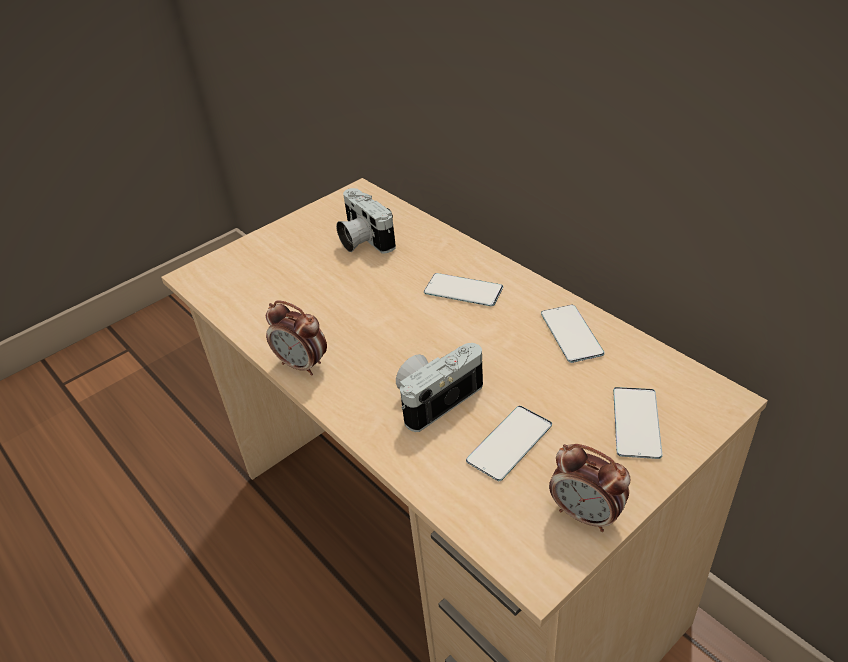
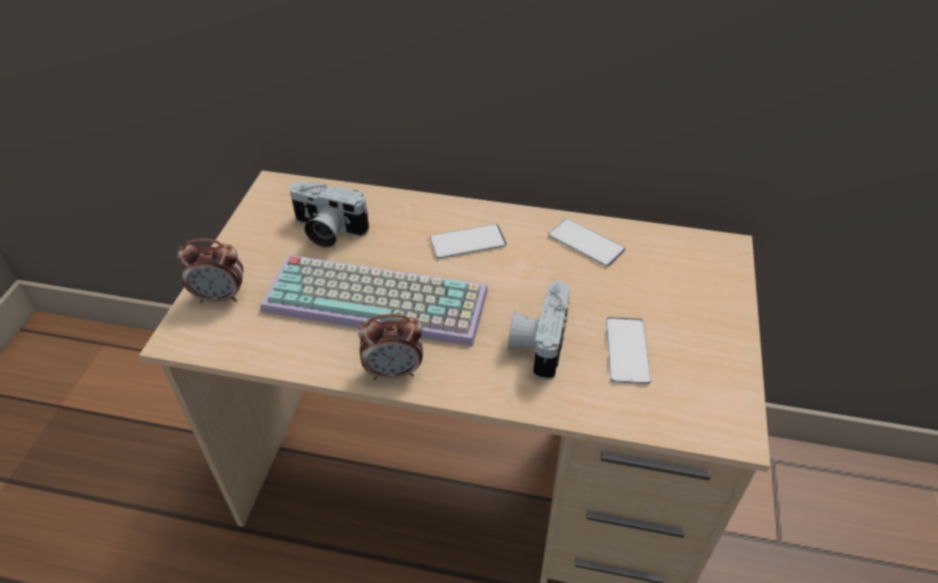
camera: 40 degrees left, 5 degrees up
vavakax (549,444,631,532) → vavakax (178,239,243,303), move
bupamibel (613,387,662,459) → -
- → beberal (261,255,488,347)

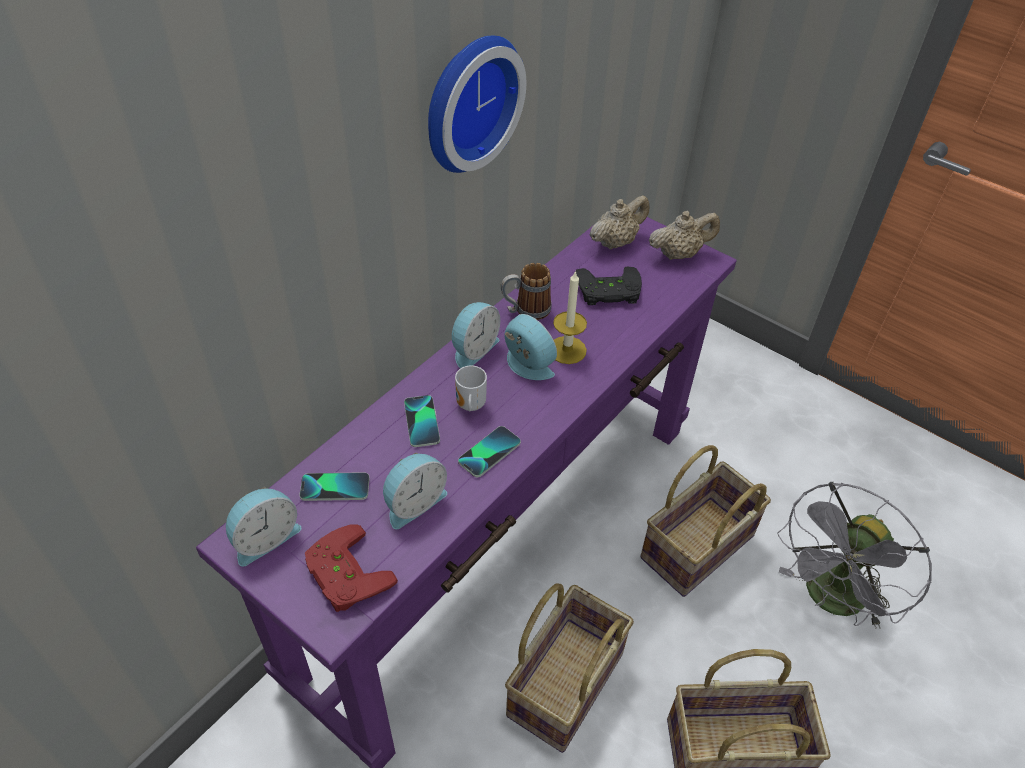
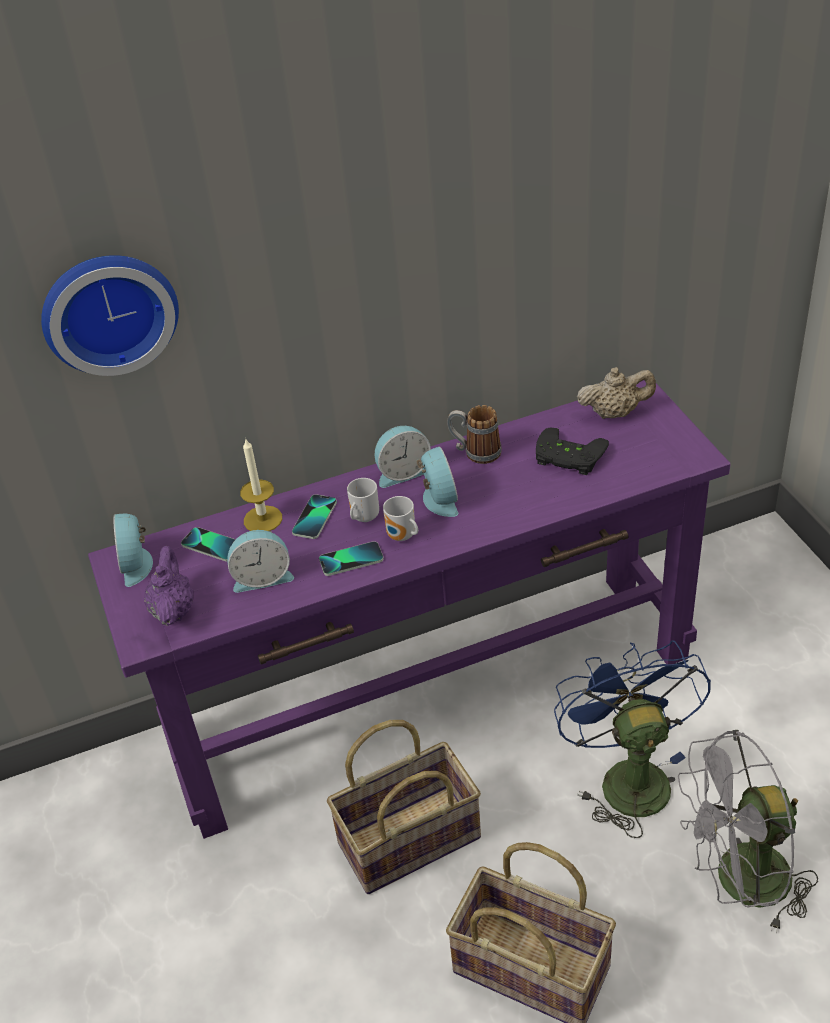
camera: 35 degrees right, 5 degrees down
vavakax (226,487,301,567) → vavakax (113,514,153,587), 90 degrees clockwise
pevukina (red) (305,525,398,612) → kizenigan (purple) (144,546,194,626)
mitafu (428,36,526,173) → mitafu (41,255,179,376), move
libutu (553,270,587,364) → libutu (240,439,282,531), move
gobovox (640,445,771,597) → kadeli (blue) (554,640,711,838)
kizenigan (beige) (649,211,720,260) → -
- → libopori (383,496,418,541)

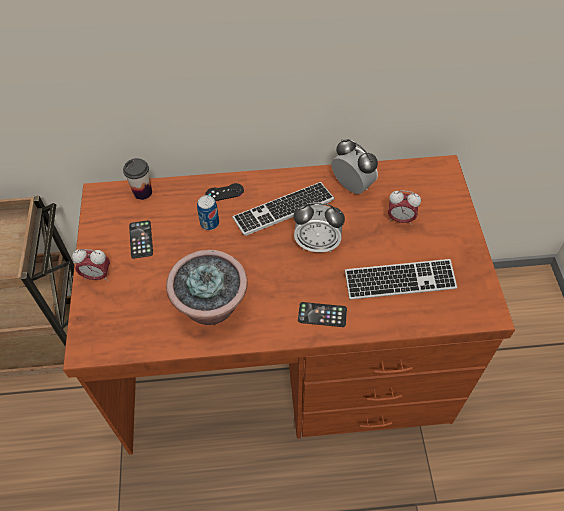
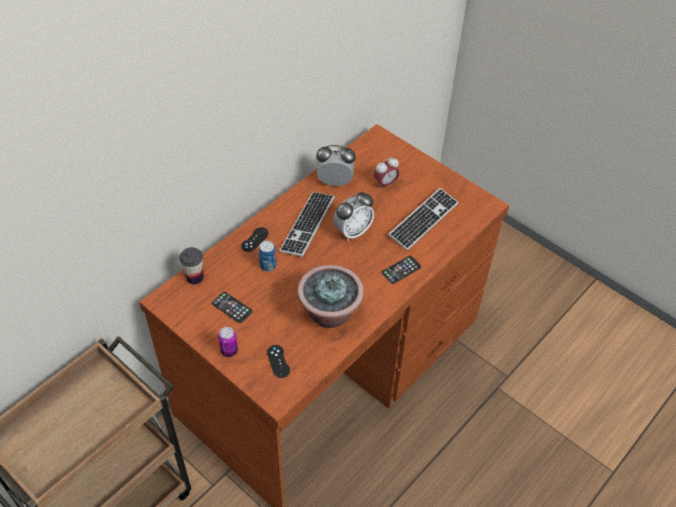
camera: 45 degrees left, 5 degrees down
vavakax (72,249,110,281) → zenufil (218,327,238,357)
- → pevukina (black) (267,345,290,378)

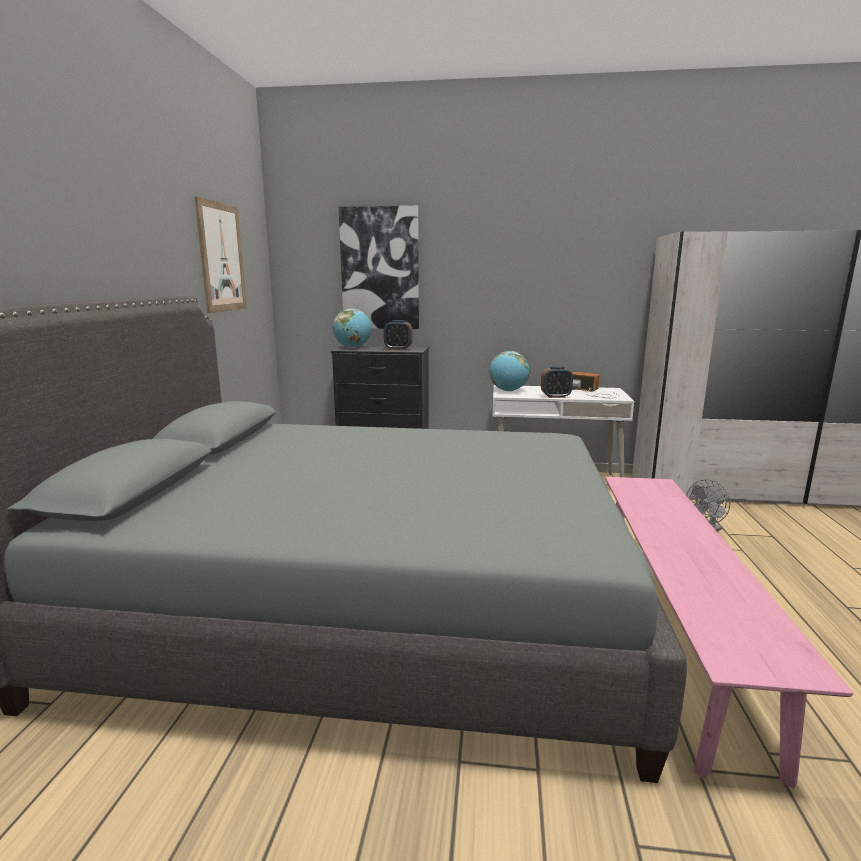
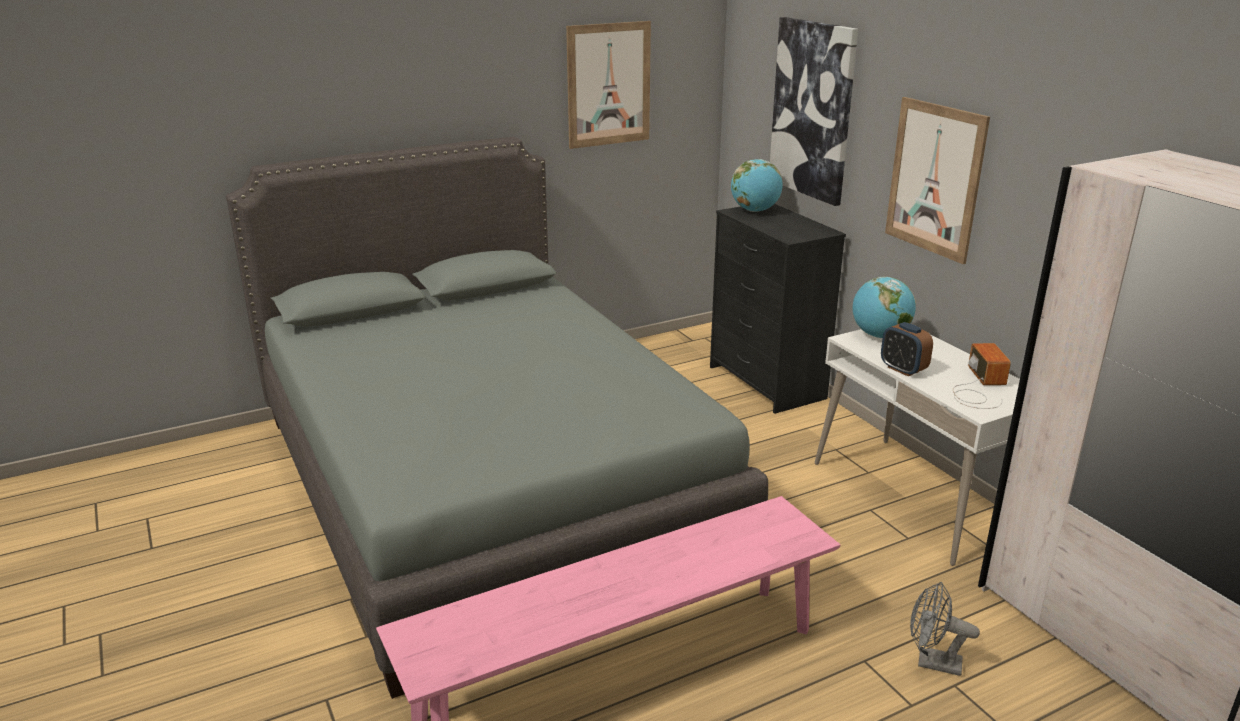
camera: 55 degrees right, 10 degrees up
vavakax (384,320,413,350) → -
- → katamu (885,97,990,264)

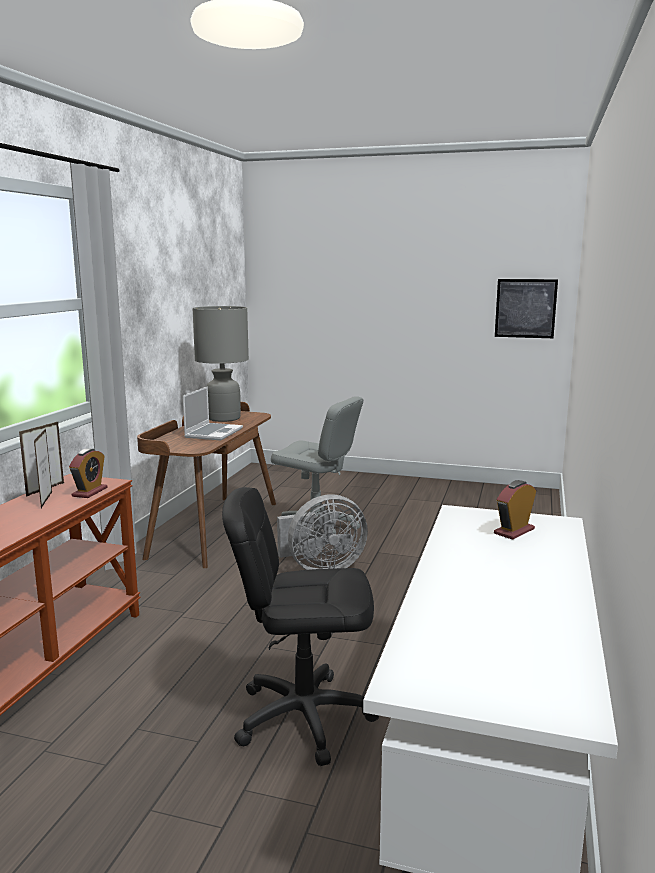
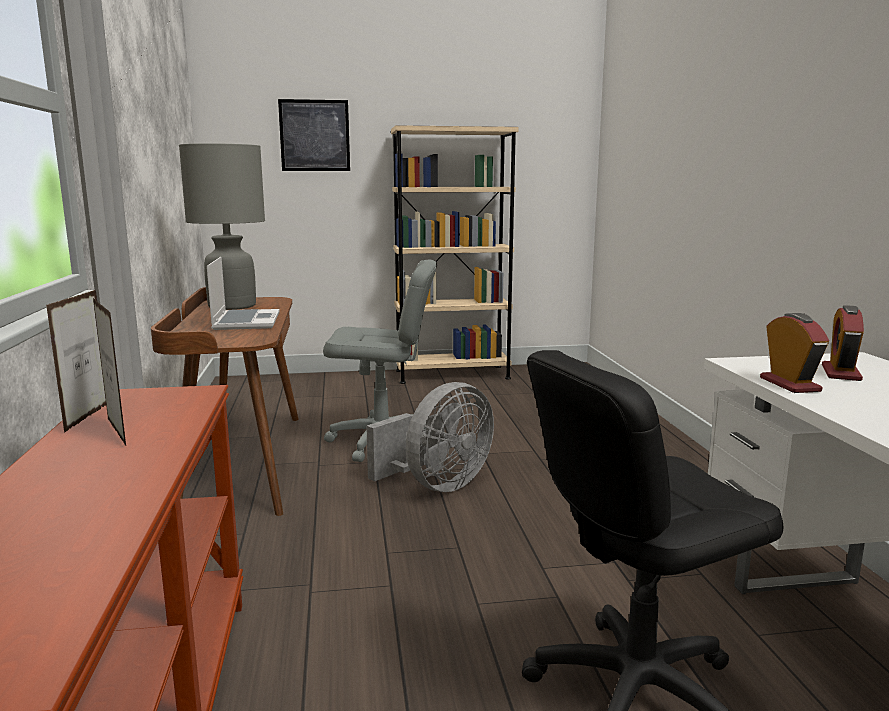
camera: 25 degrees left, 0 degrees up
vavakax (69,448,107,498) → vavakax (760,313,829,393), move
katamu (495,279,558,338) → katamu (278,99,350,171), move
- → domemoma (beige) (391,125,519,384)

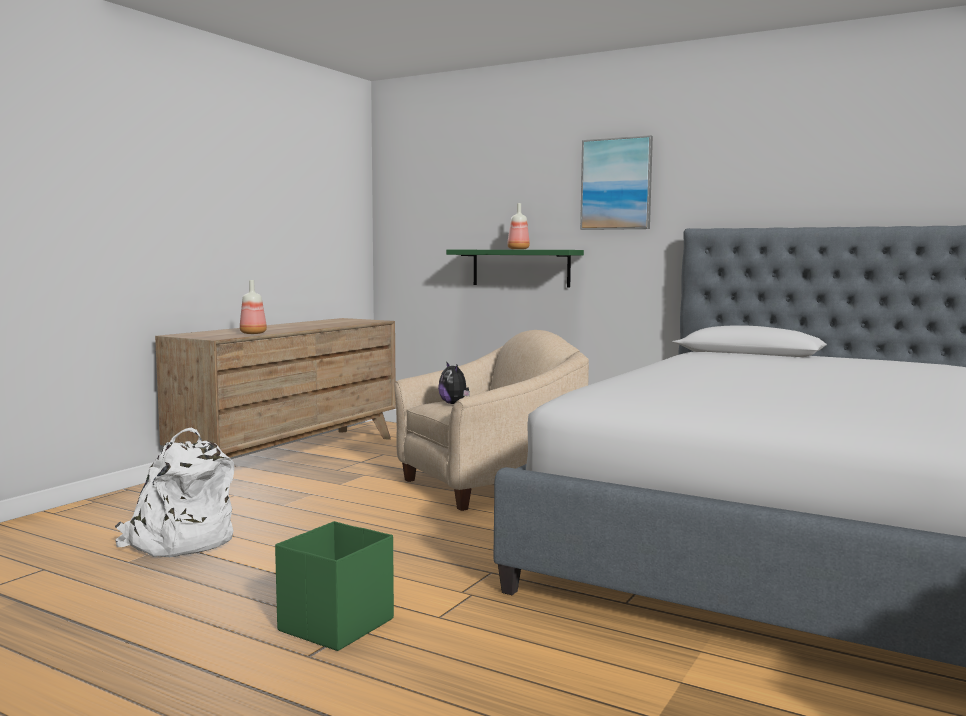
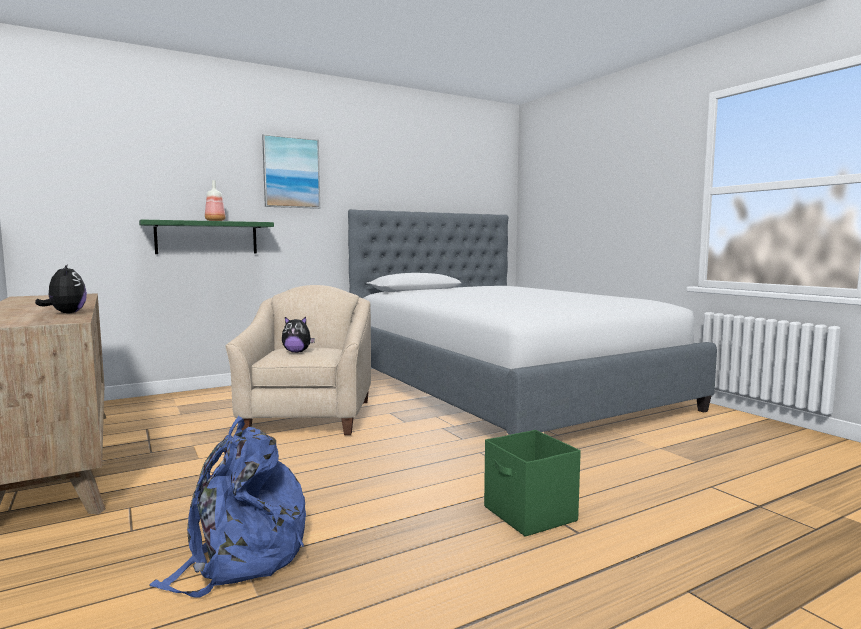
camera: 60 degrees left, 0 degrees up
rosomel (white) (115,428,234,557) → rosomel (blue) (149,416,306,598)
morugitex (240,280,267,334) → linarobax (35,264,87,314)

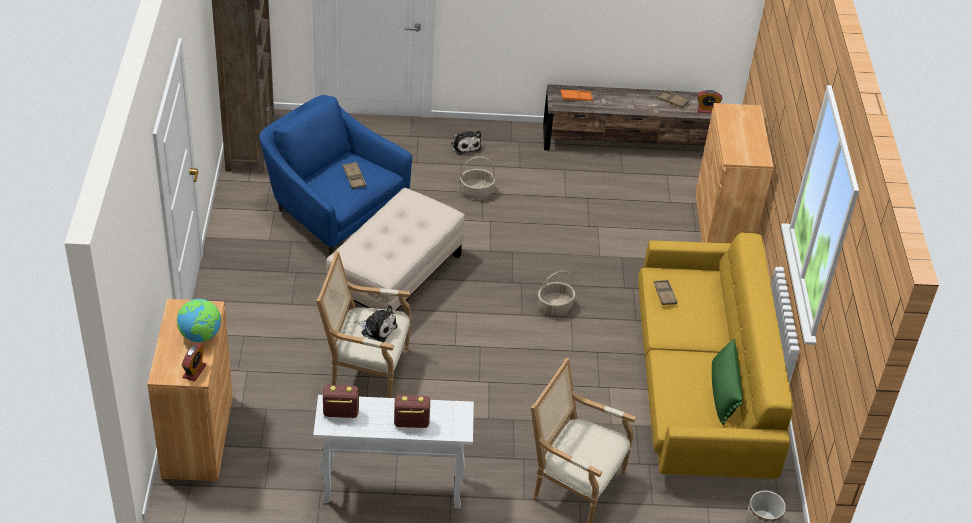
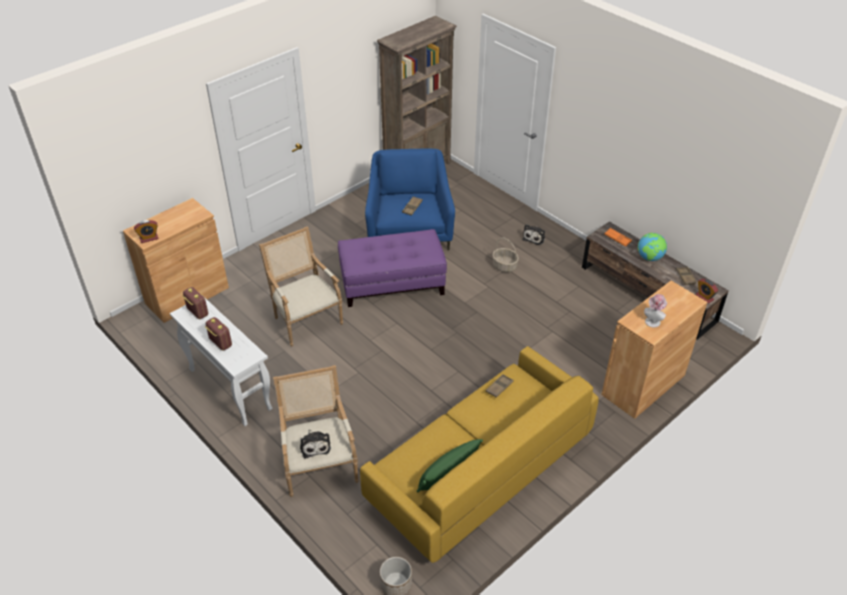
camera: 50 degrees right, 0 degrees up
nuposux (177,299,221,342) → nuposux (638,233,667,261), move
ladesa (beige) (326,188,465,311) → ladesa (purple) (338,229,447,307)
linarobax (355,305,398,342) → linarobax (300,430,331,458), move
gobovox (538,271,575,315) → -
- → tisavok (644,294,667,327)

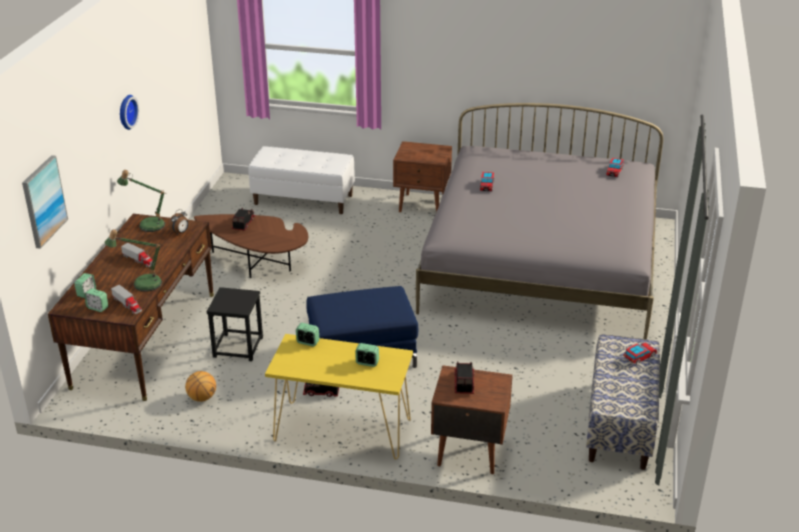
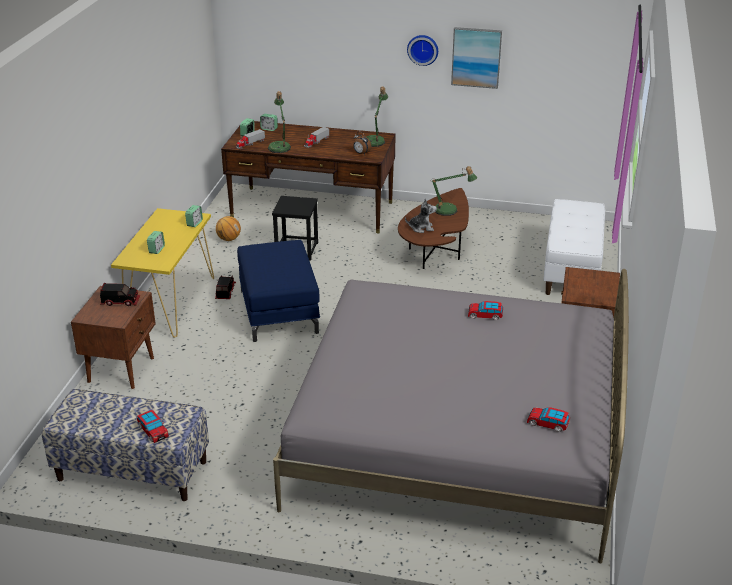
camera: 90 degrees right, 0 degrees up
katamu (22,155,68,249) → katamu (451,27,502,89), move
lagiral (232,208,256,230) → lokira (431,166,477,216)
- → linarobax (405,198,437,233)

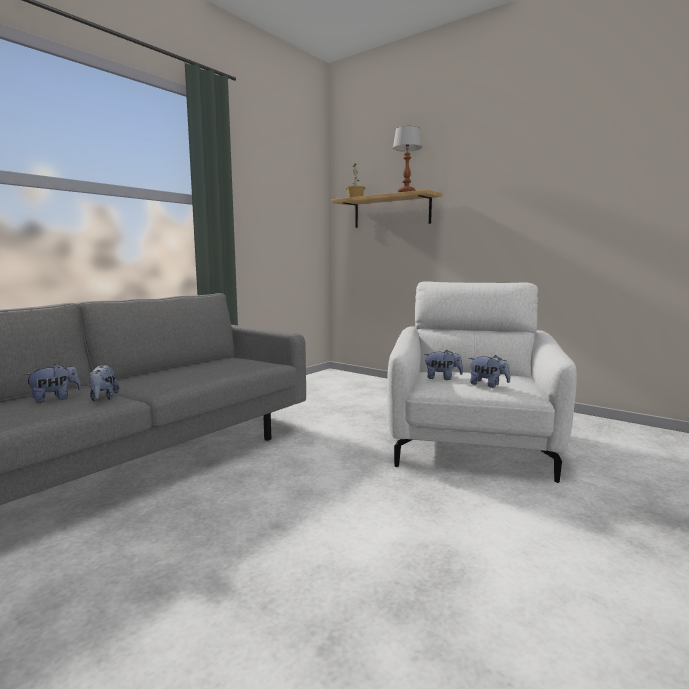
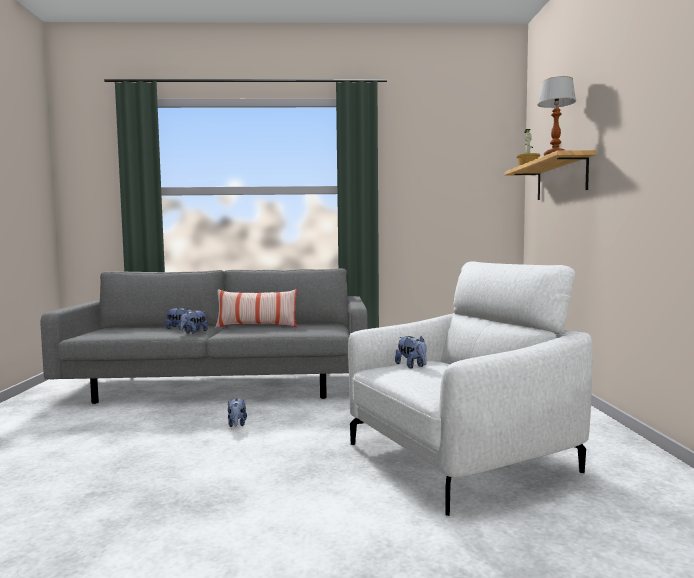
camera: 50 degrees right, 5 degrees down
linarobax (469,355,510,388) → linarobax (228,398,247,427), move
- → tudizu (215,289,297,328)

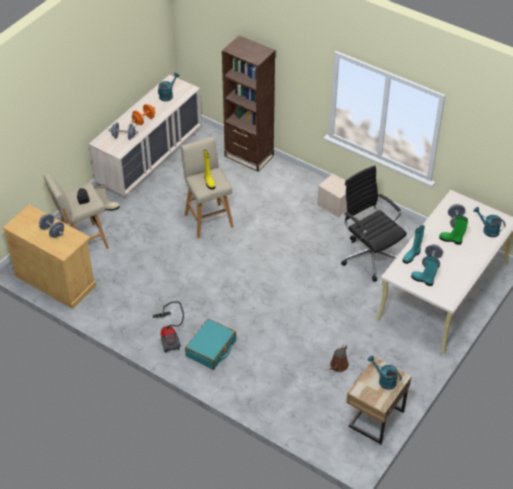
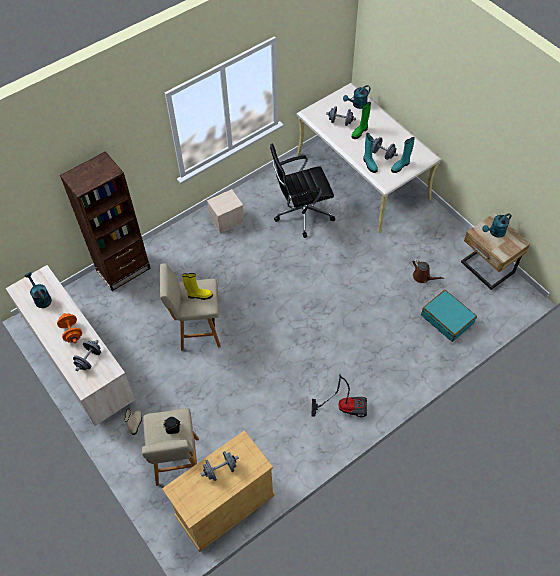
camera: 70 degrees left, 10 degrees up
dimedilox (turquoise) (185,319,236,370) → dimedilox (turquoise) (421,290,477,342), move

